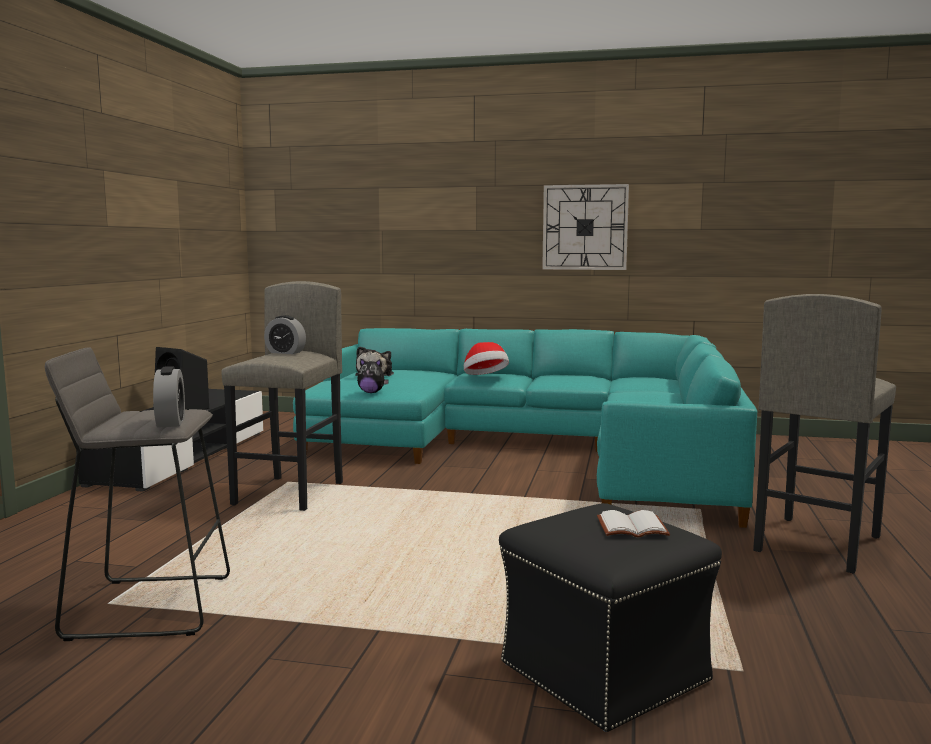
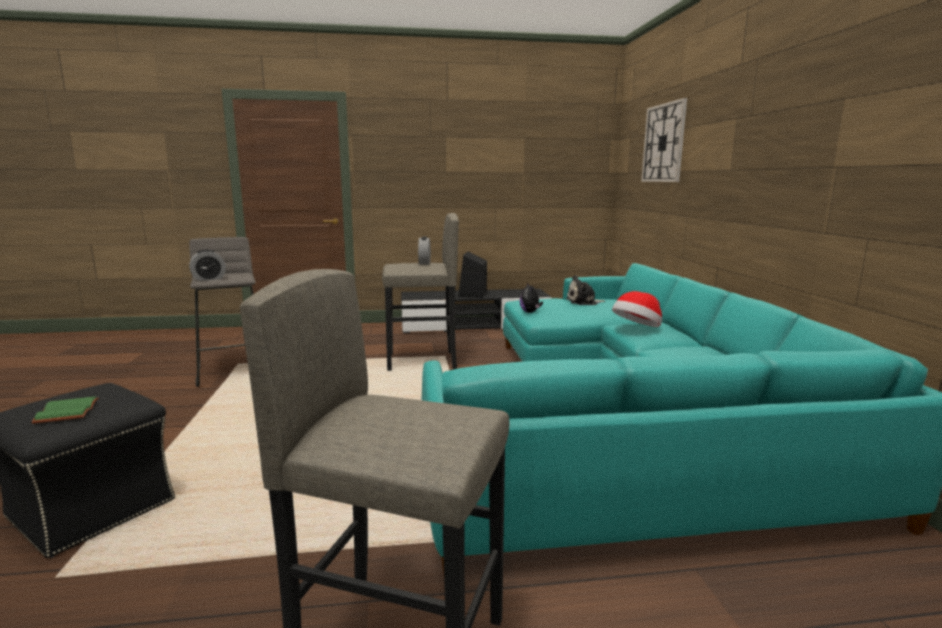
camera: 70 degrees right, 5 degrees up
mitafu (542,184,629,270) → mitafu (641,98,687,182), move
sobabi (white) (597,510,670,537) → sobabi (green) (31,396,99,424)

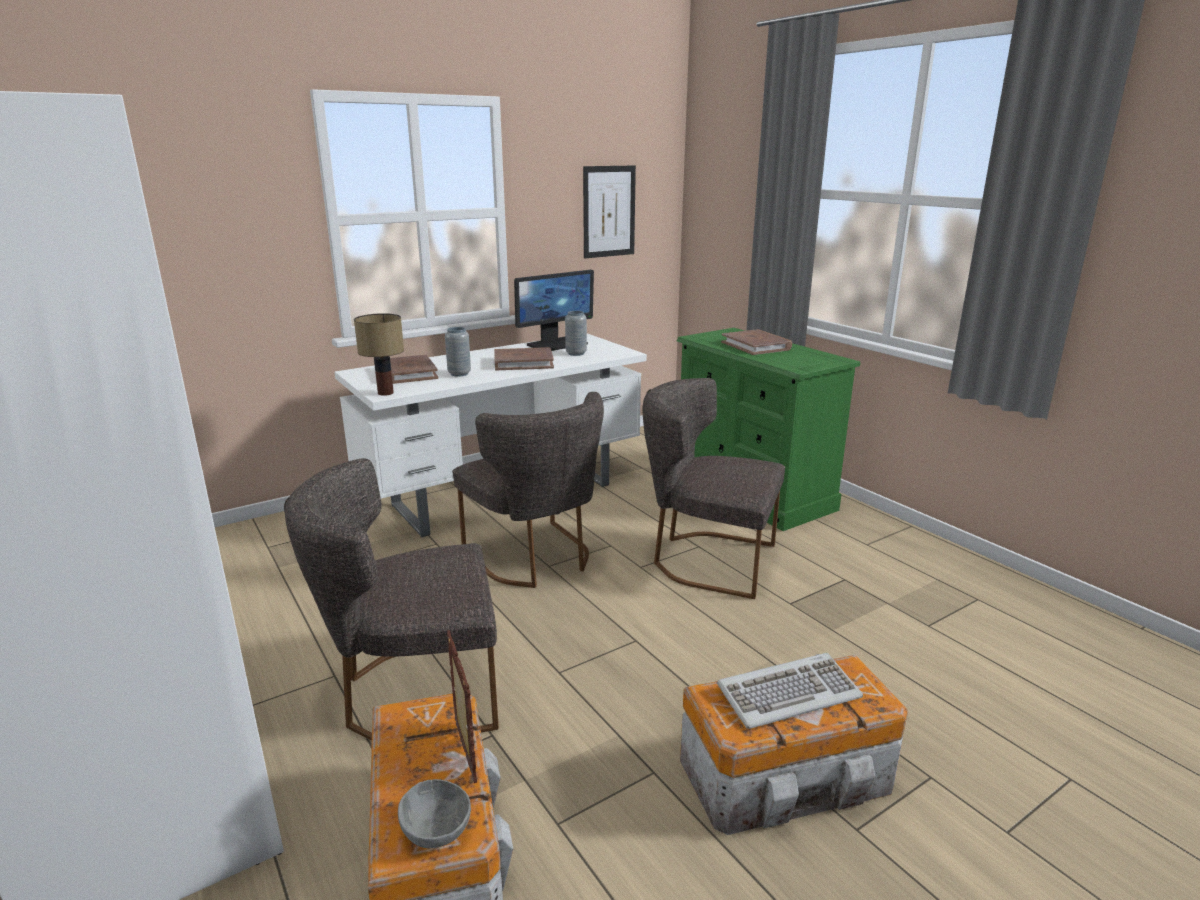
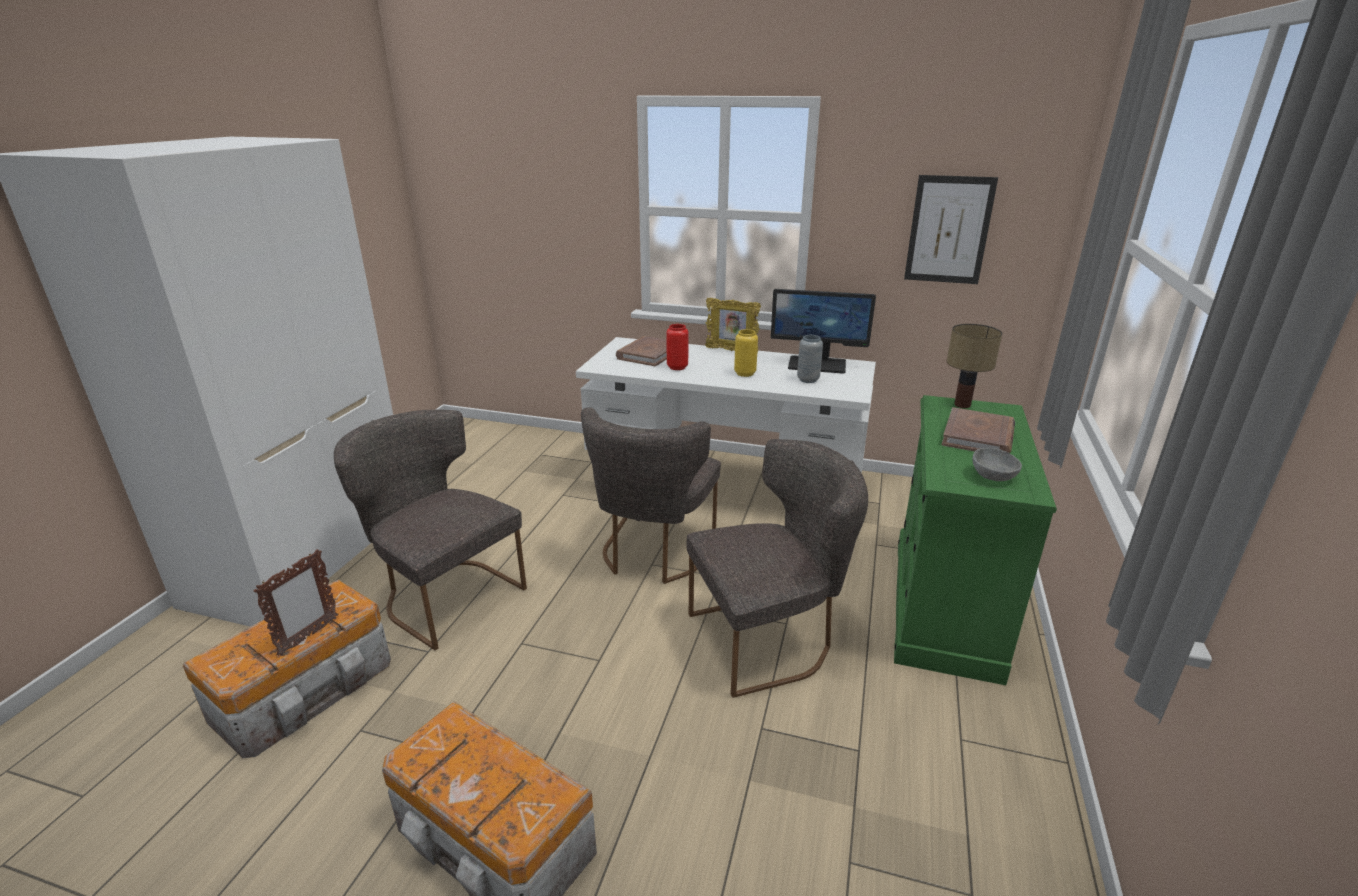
camera: 50 degrees right, 5 degrees up
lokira (354,313,404,396) → lokira (946,324,1002,408), move
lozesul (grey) (398,779,471,849) → lozesul (grey) (973,448,1022,481), move
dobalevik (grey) (445,327,471,377) → dobalevik (red) (666,324,689,370)
sobabi (brown) (494,347,554,370) → dobalevik (yellow) (734,329,758,377)
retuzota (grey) (643,378,785,599) → retuzota (grey) (687,439,868,698), 90 degrees clockwise
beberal (717,653,863,729) → -
- → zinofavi (705,298,761,353)

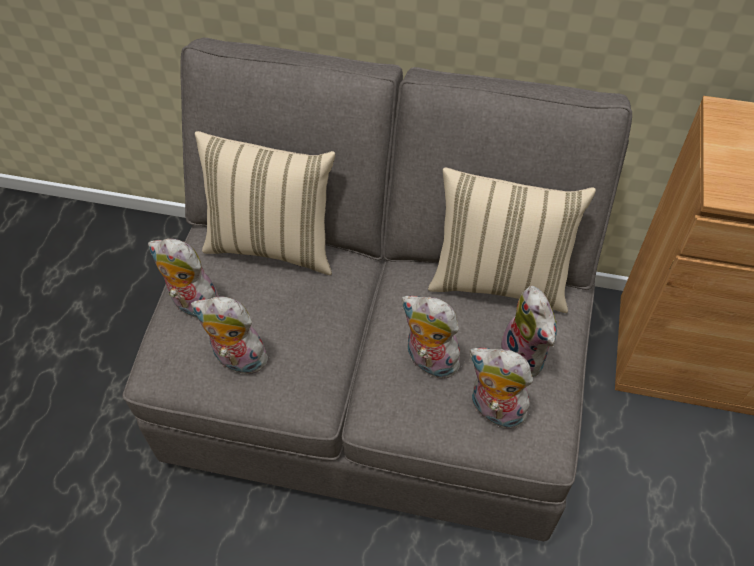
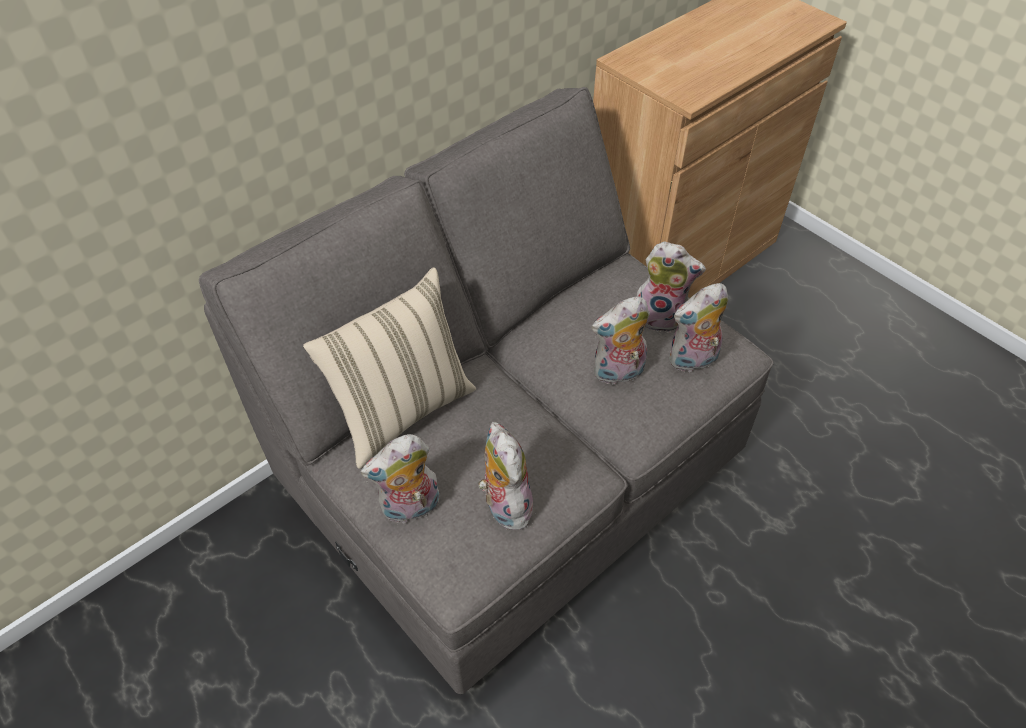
camera: 55 degrees left, 5 degrees down
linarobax (191,296,274,374) → linarobax (478,422,533,530), 105 degrees clockwise
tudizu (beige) (428,168,596,313) → -

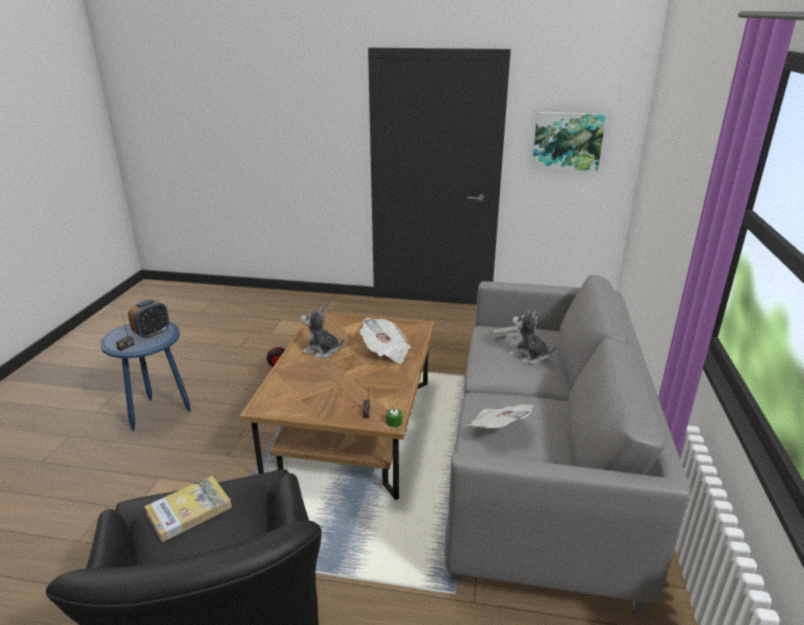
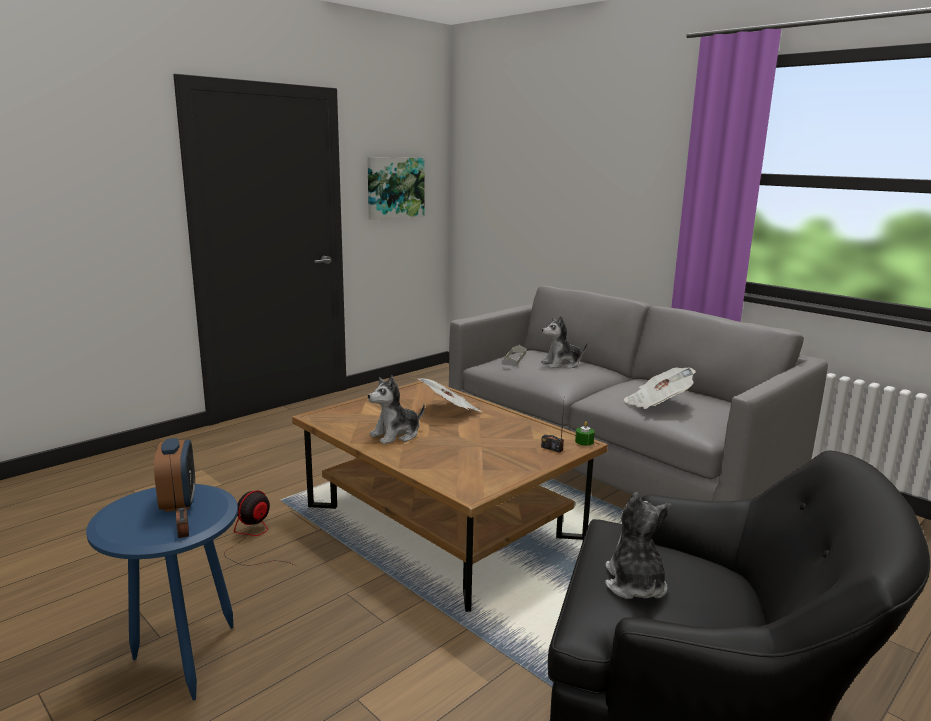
camera: 55 degrees left, 10 degrees down
sobabi (144,476,232,542) → linarobax (605,492,671,599)

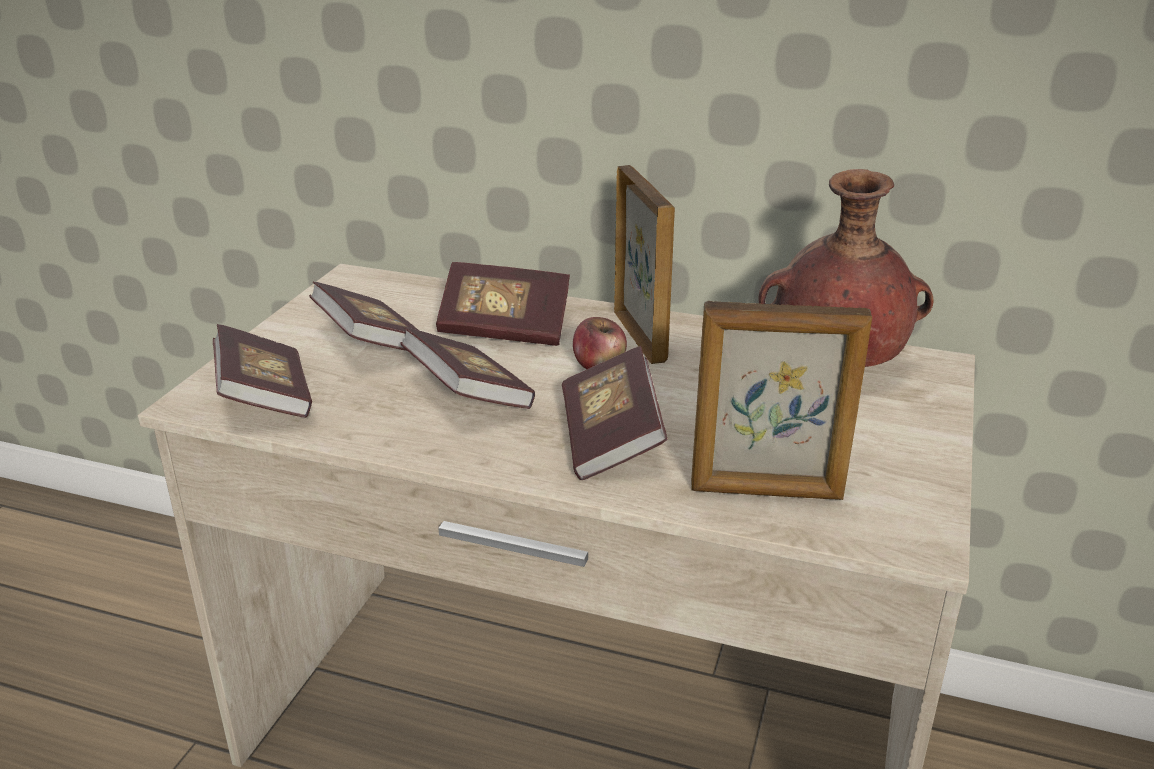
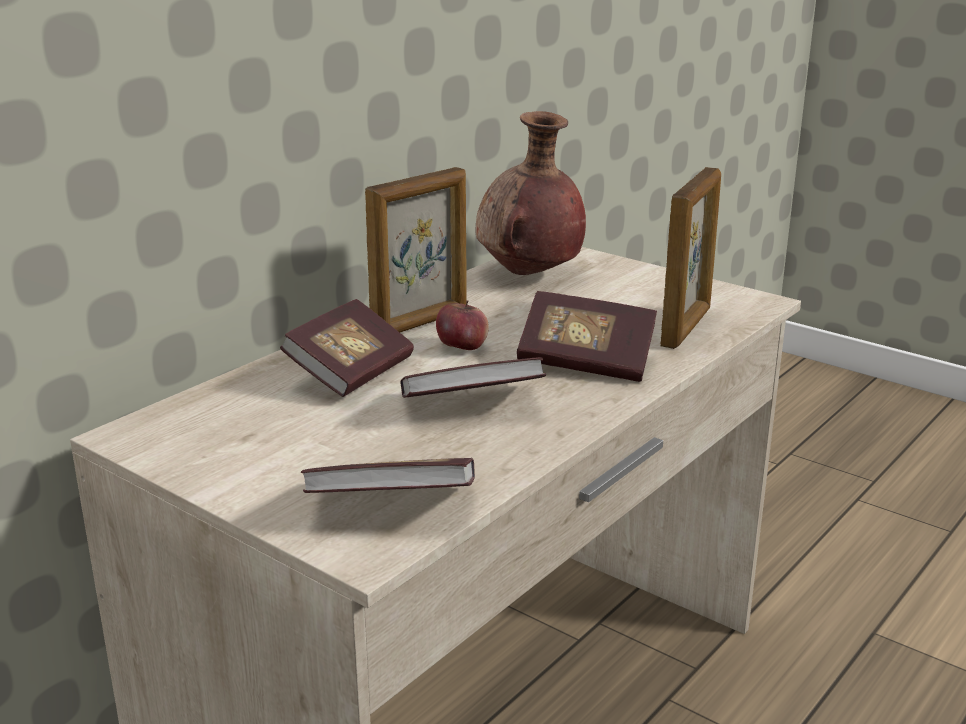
camera: 70 degrees left, 5 degrees down
sobabi (309,282,418,351) → -
zinofavi (614,165,675,364) → zinofavi (365,167,466,333), 135 degrees clockwise

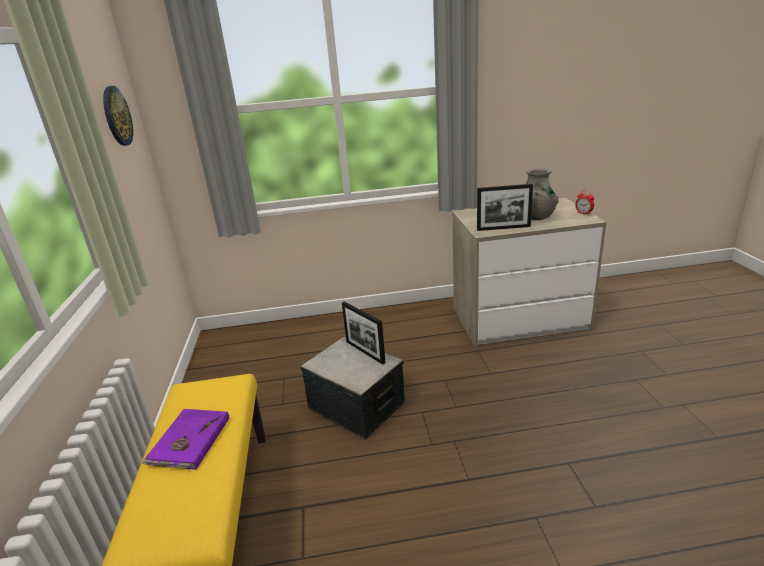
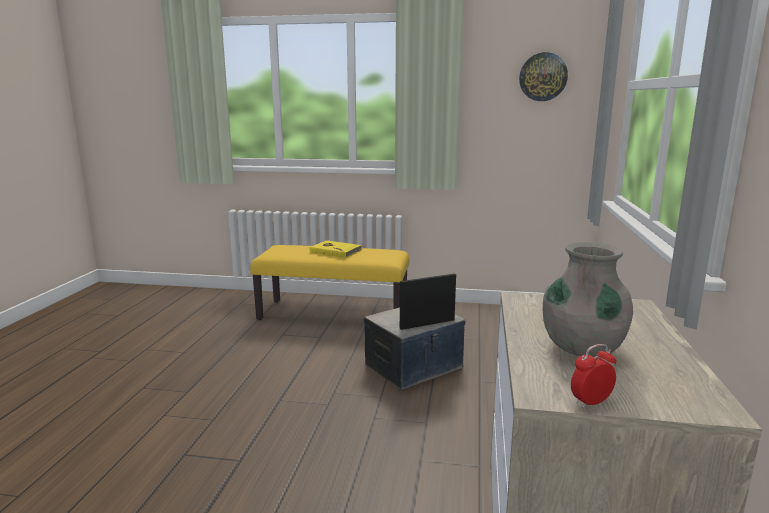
camera: 105 degrees right, 10 degrees down
sobabi (purple) (142,409,229,470) → sobabi (yellow) (310,240,361,258)
zinofavi (477,184,533,231) → -

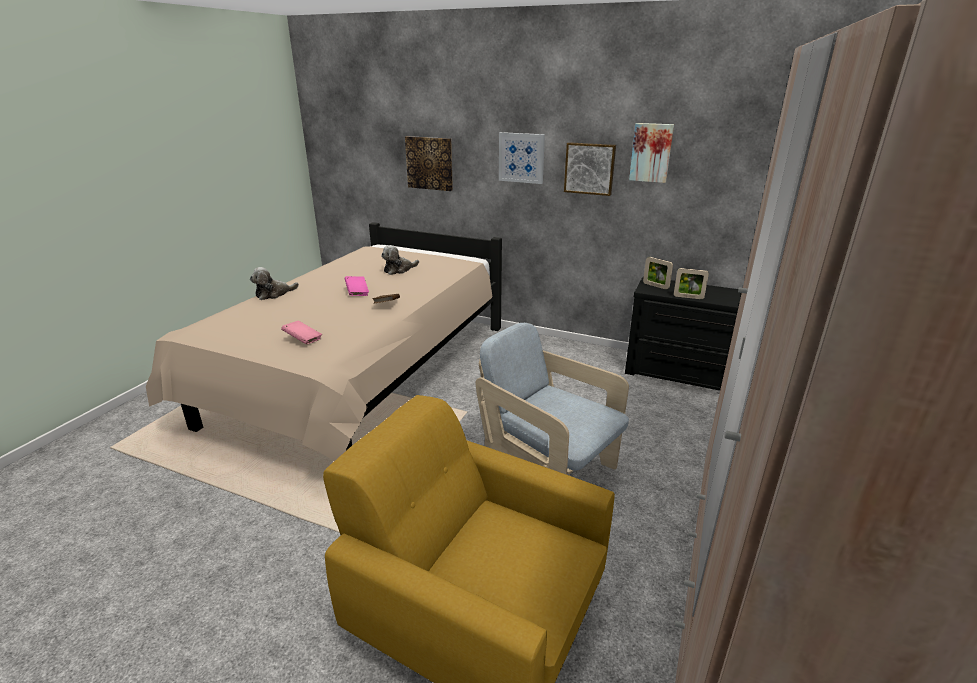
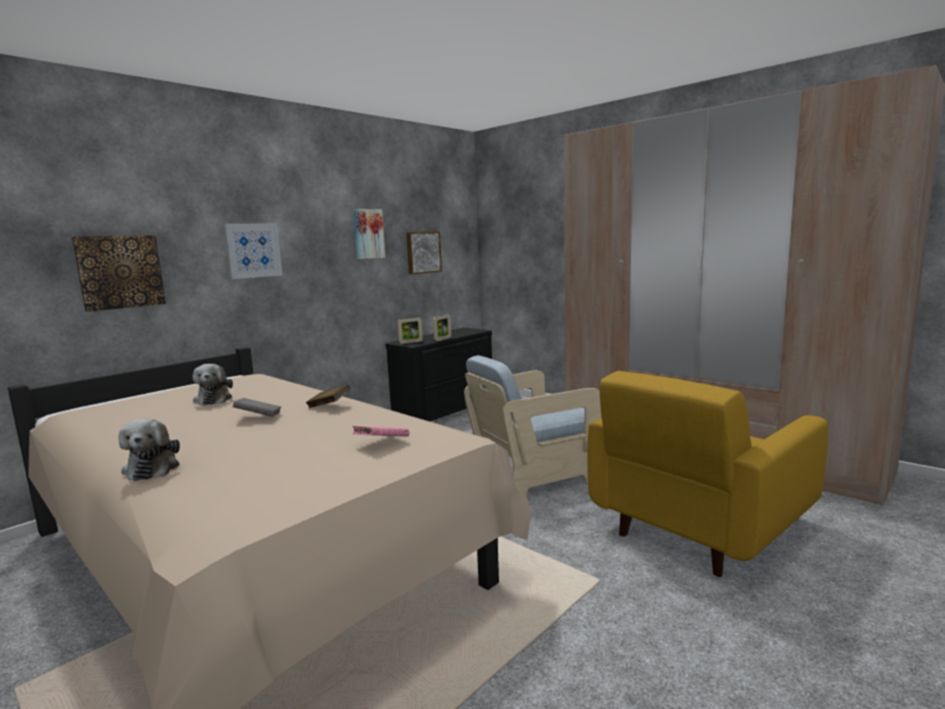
camera: 70 degrees left, 15 degrees down
sobabi (pink) (345,276,369,296) → sobabi (grey) (233,398,281,417)
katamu (564,142,616,196) → katamu (407,232,442,274), move

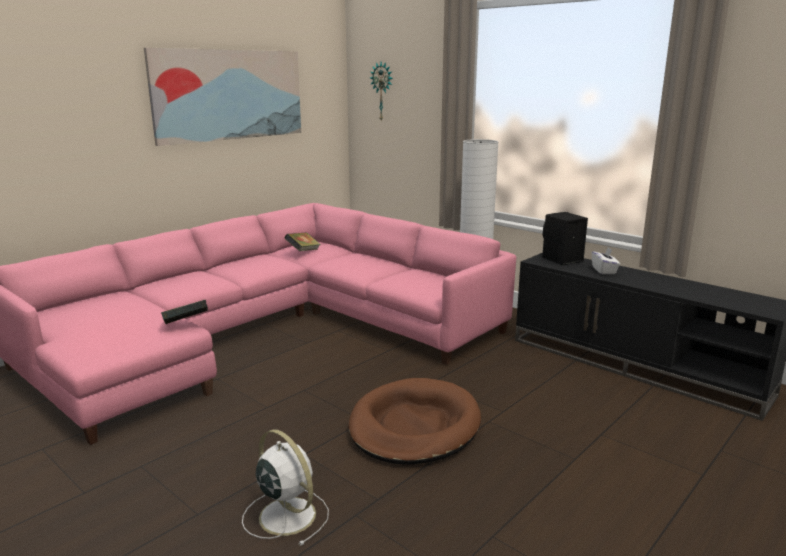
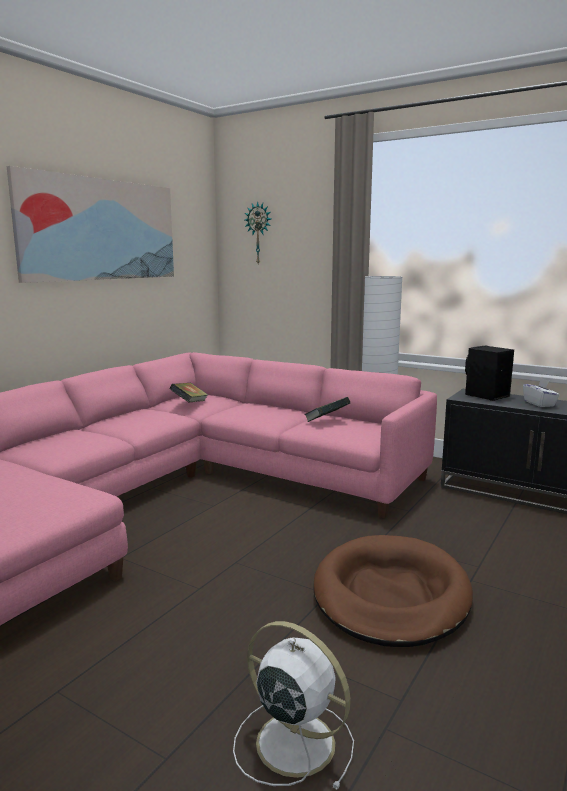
camera: 10 degrees left, 5 degrees down
sobabi (161,300,208,324) → sobabi (304,397,350,422), move

